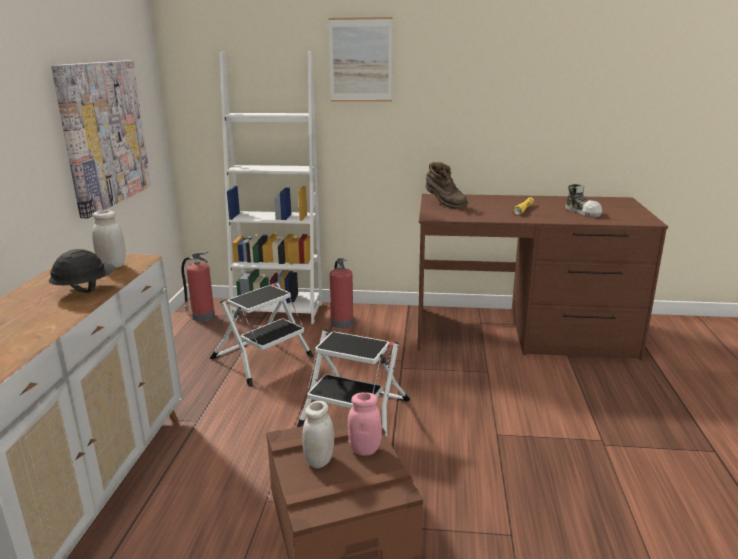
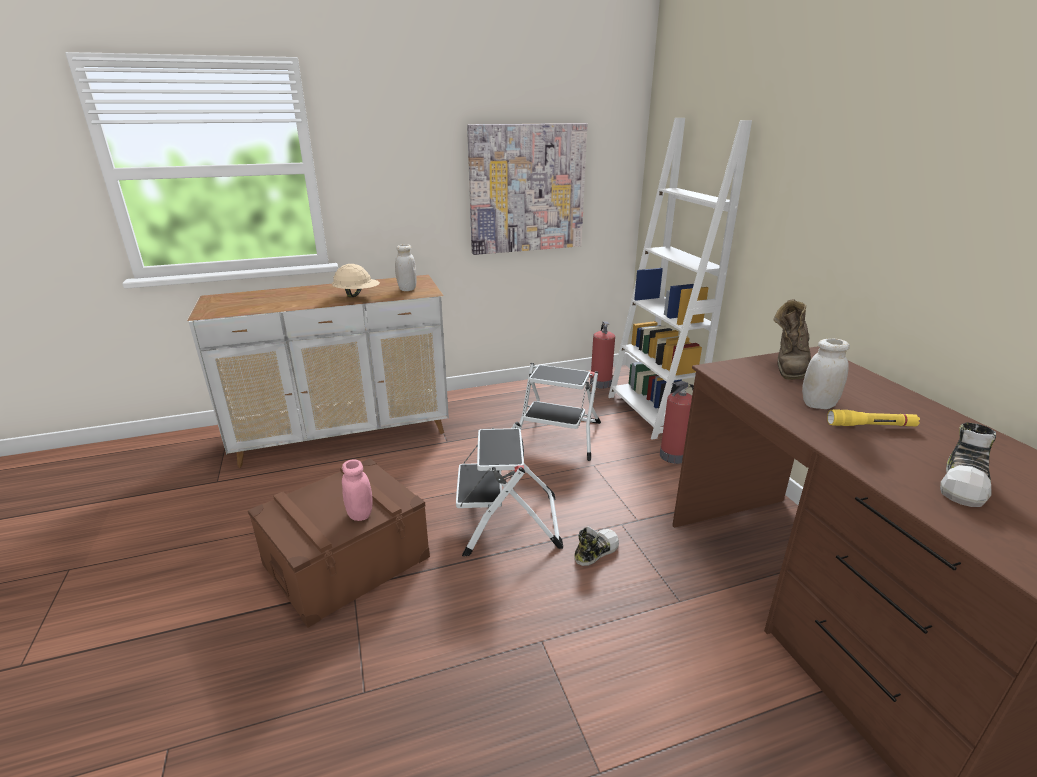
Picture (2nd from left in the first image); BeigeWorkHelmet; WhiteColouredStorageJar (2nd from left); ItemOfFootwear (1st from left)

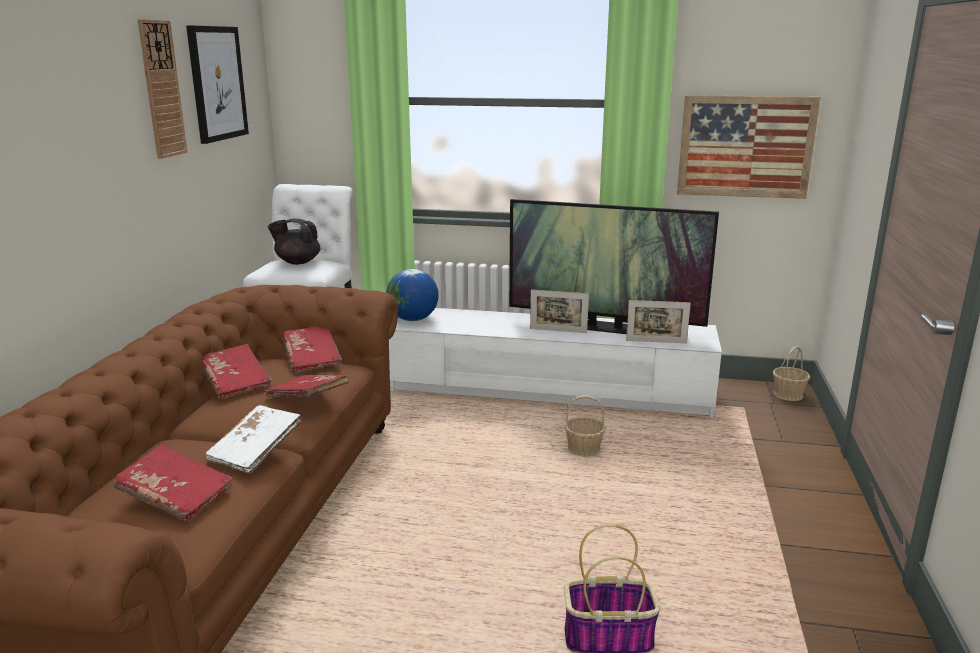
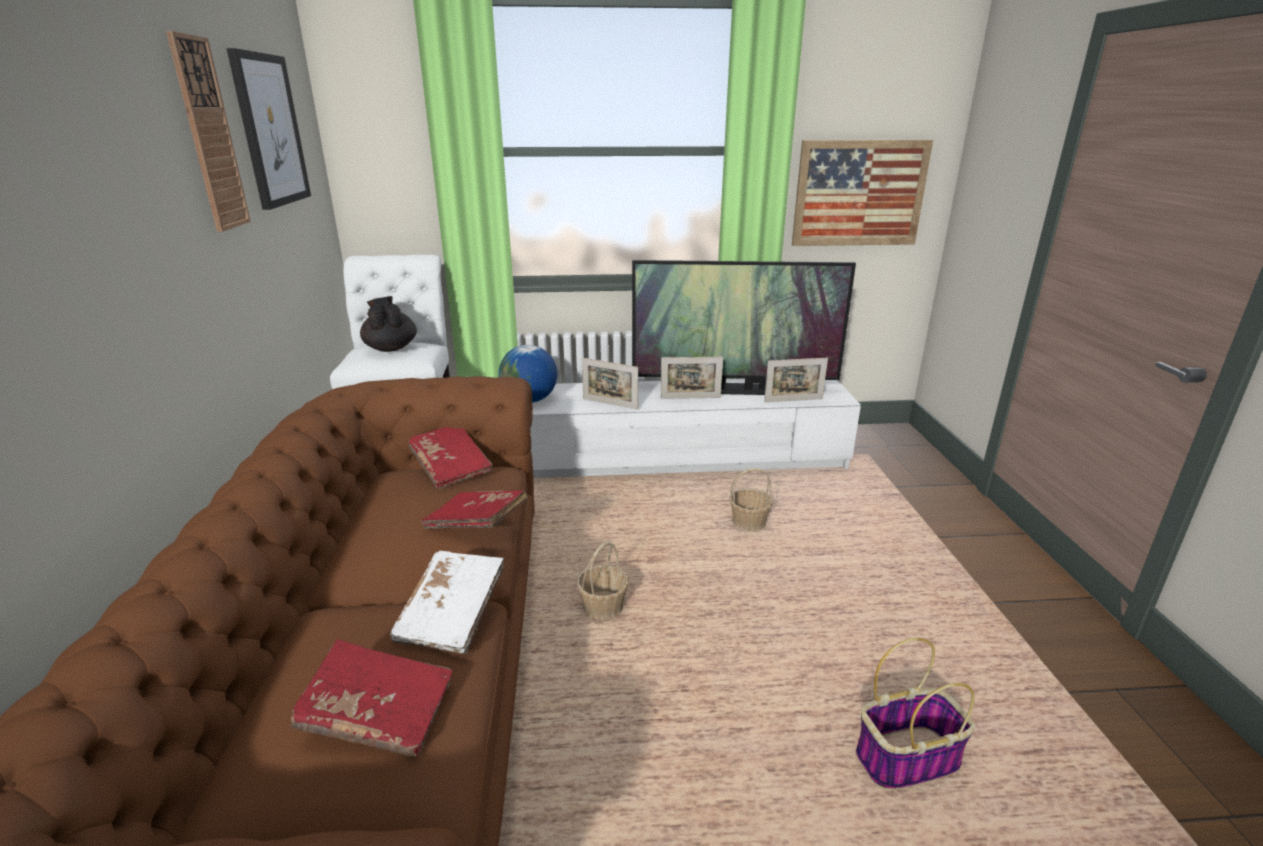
BlackColouredTeaPot; ReddishBoundBook (2nd from left in the first image); StorageBasket (1st from left); StandingFrame (1st from left)

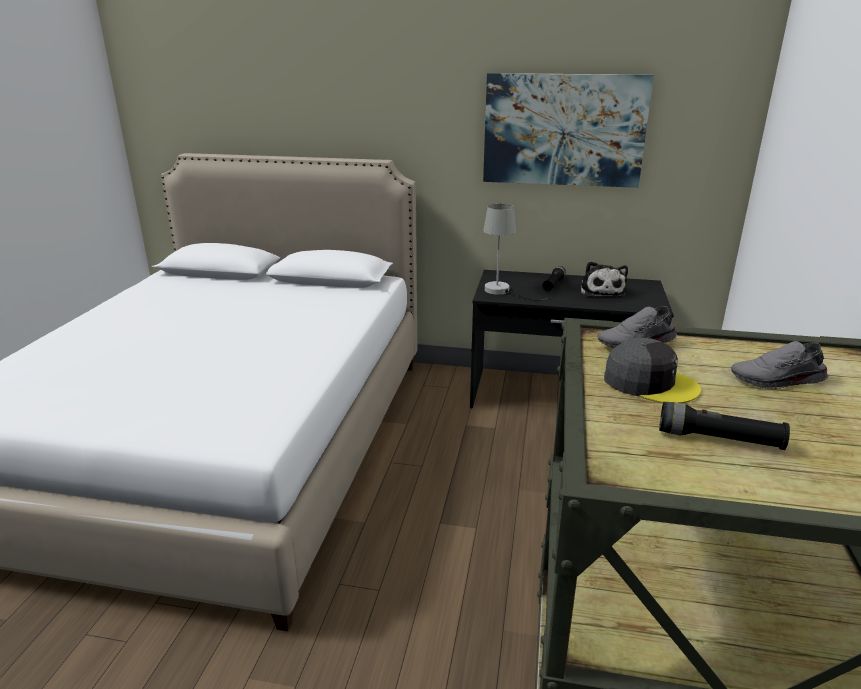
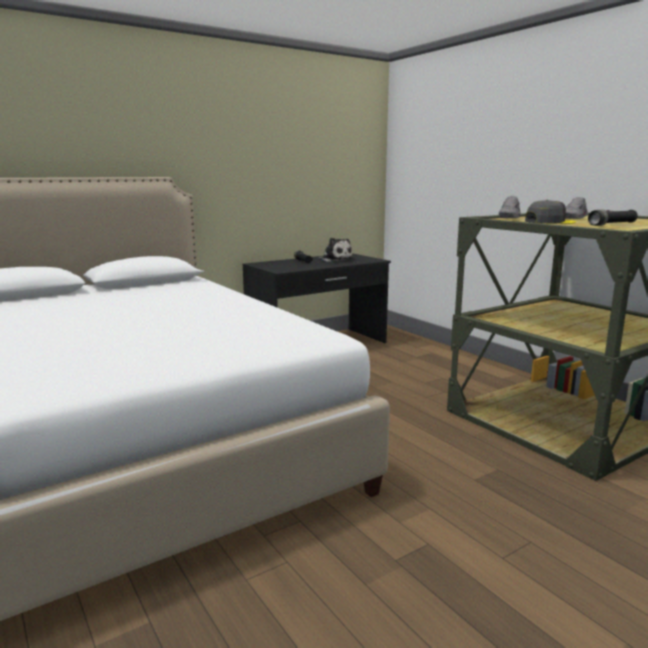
Picture; GreyishTableLamp

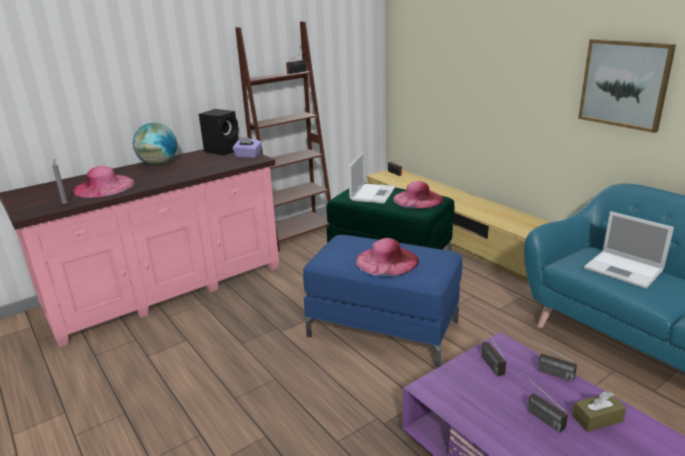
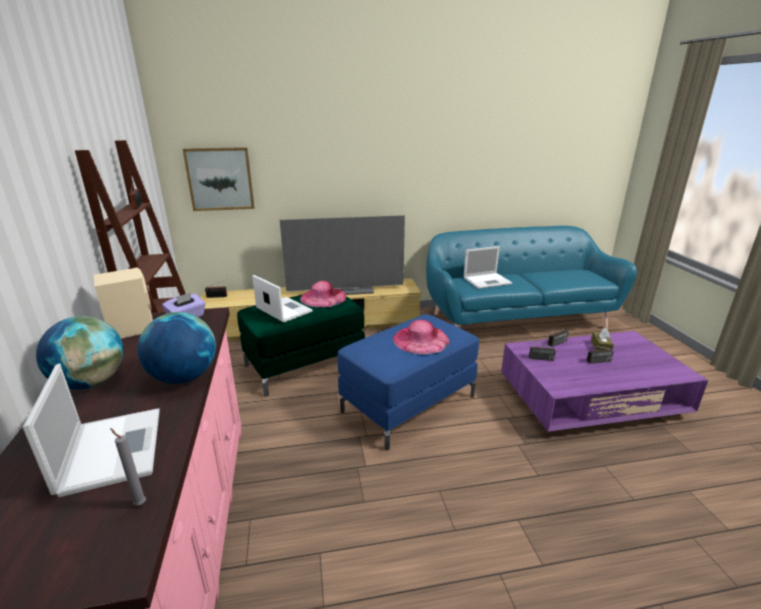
Picture; BeigeLoudspeaker; Laptop (1st from left); TvSet; Globe (2nd from left)

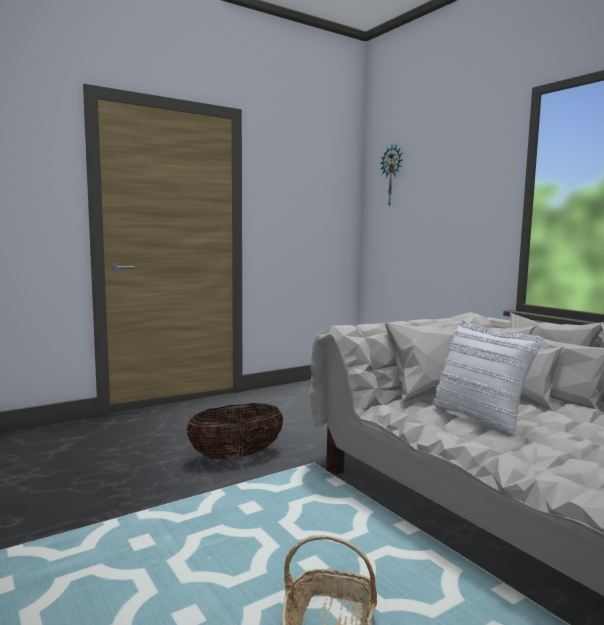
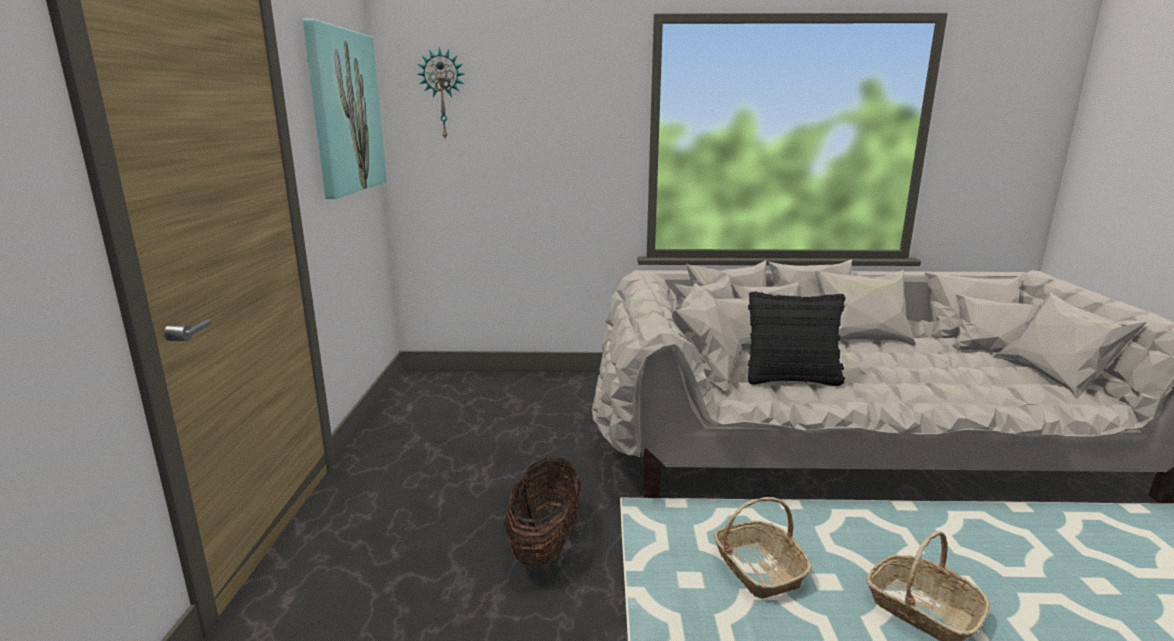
BlackColouredThrowPillow; Picture; StorageBasket (2nd from left)

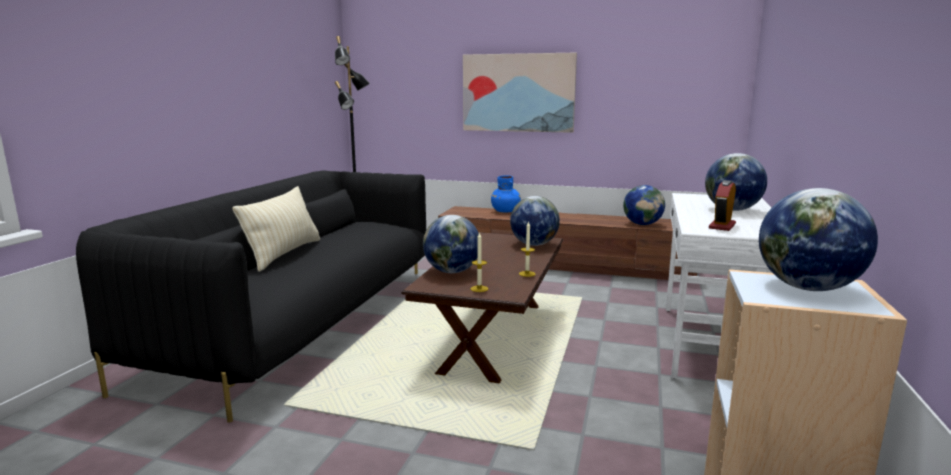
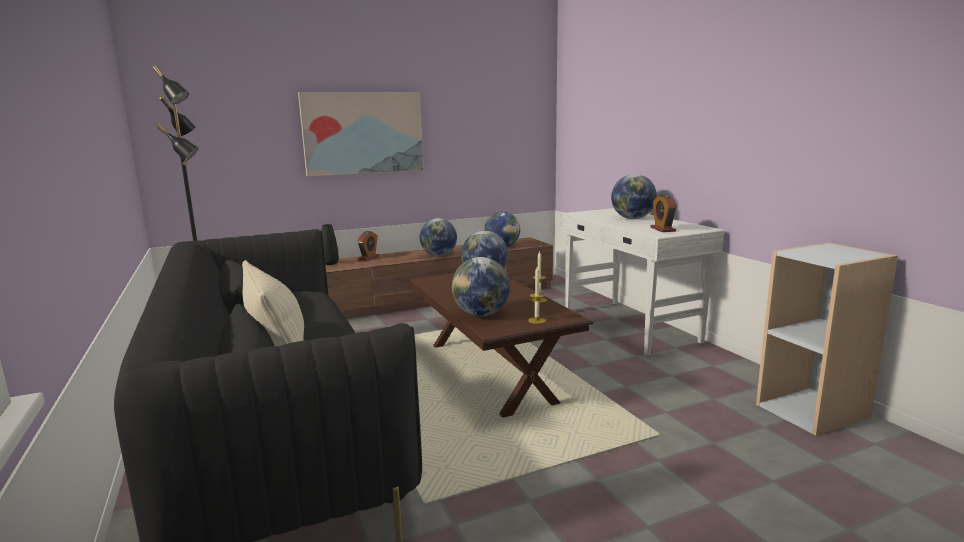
BedsideClock (1st from left); Globe (1st from left); BlackColouredVase

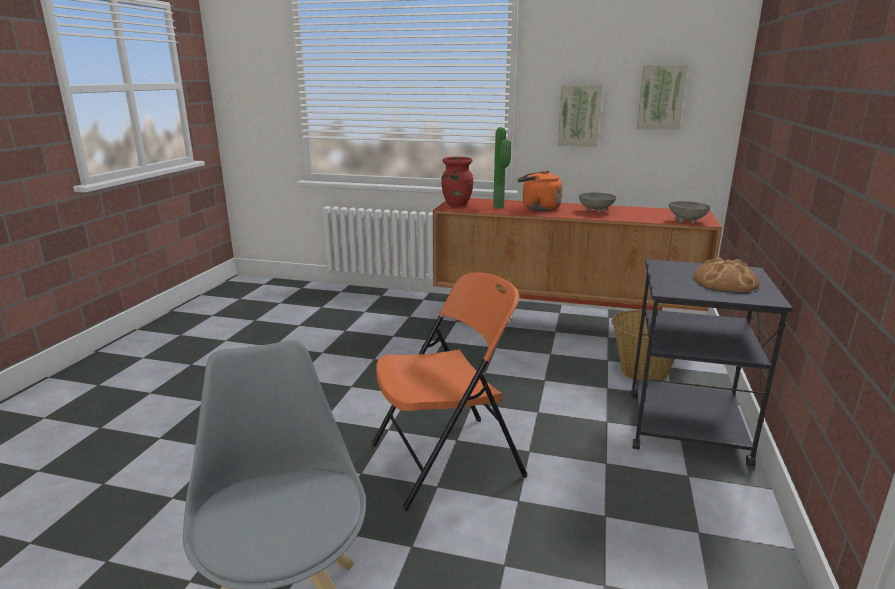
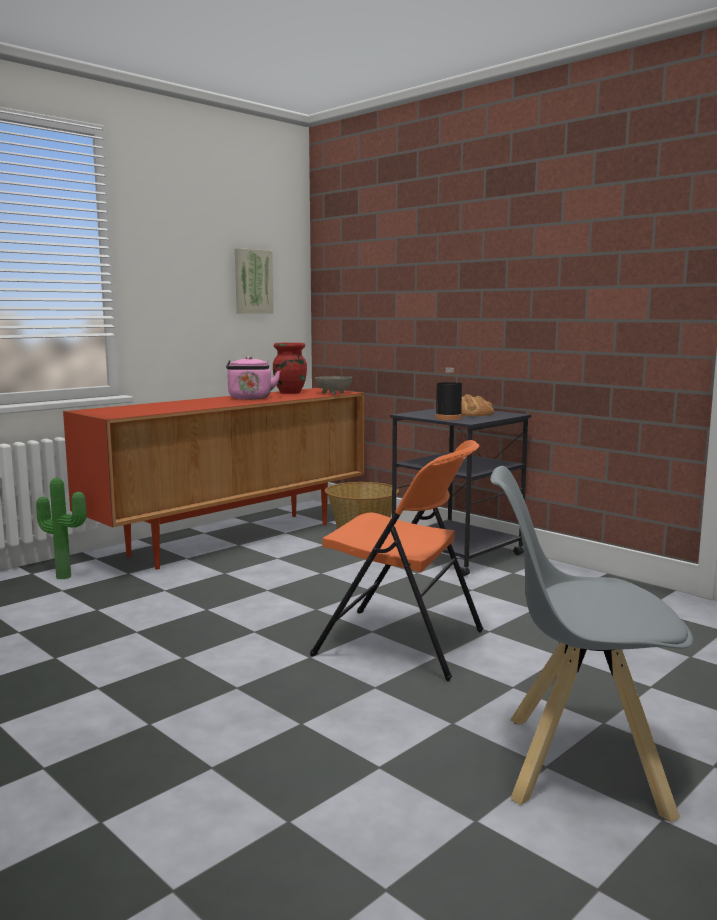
Picture (1st from left in the first image); PlantInAPot; ReddishVase; OrangeyKettle; PinkColouredKettle; OrangeyChair; BlackColouredDrinkBottle

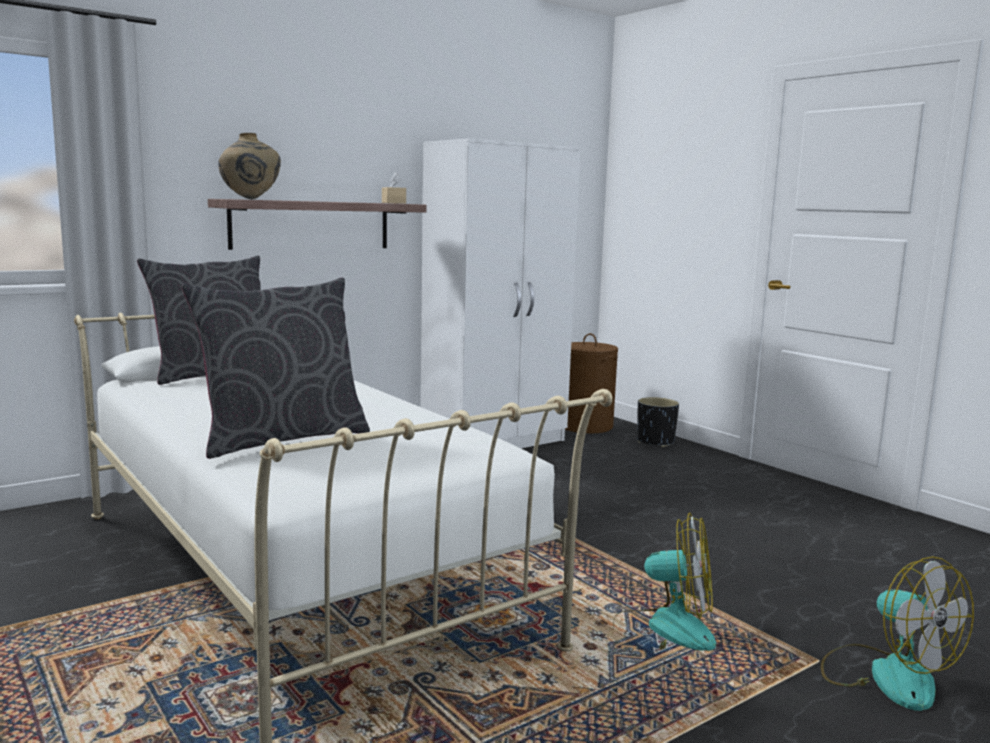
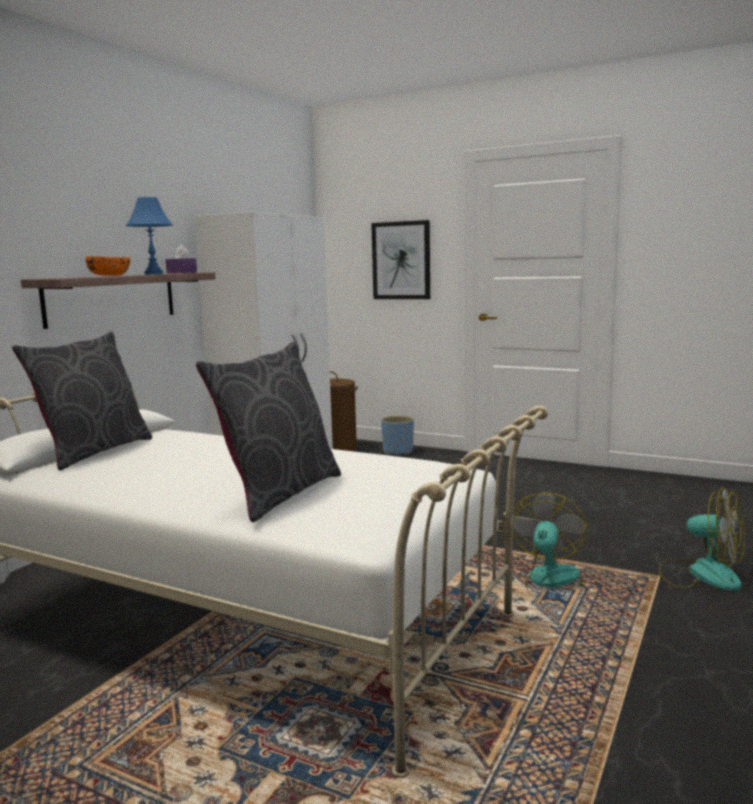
BeigeVase; PurpleColouredBoxOfTissues; BluishPlanter; ElectricFan (1st from left); BluishTableLamp; Picture; OrangeyServingBowl

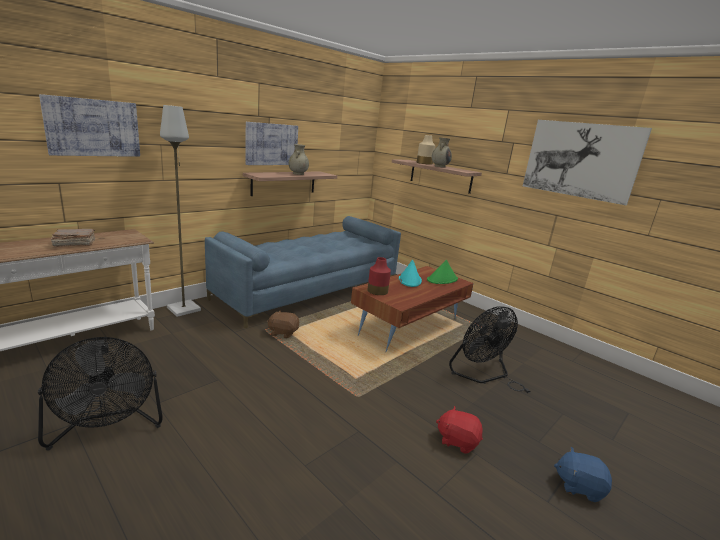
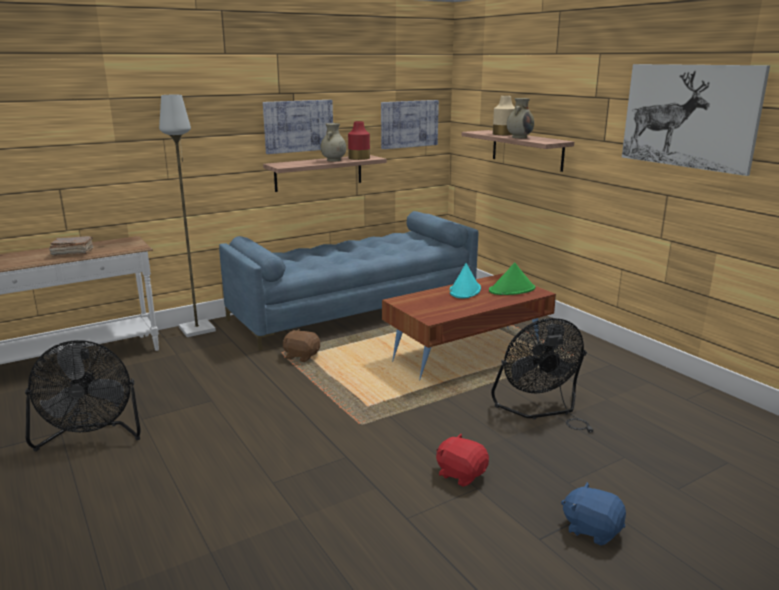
Picture (2nd from left); ReddishVase

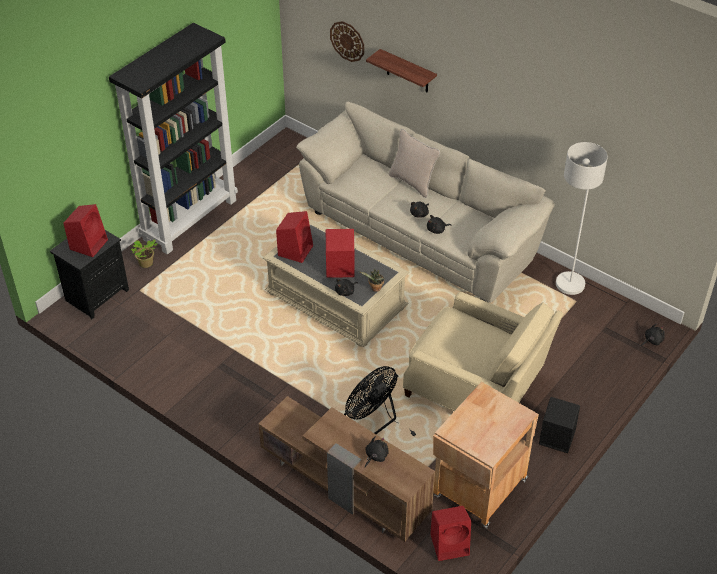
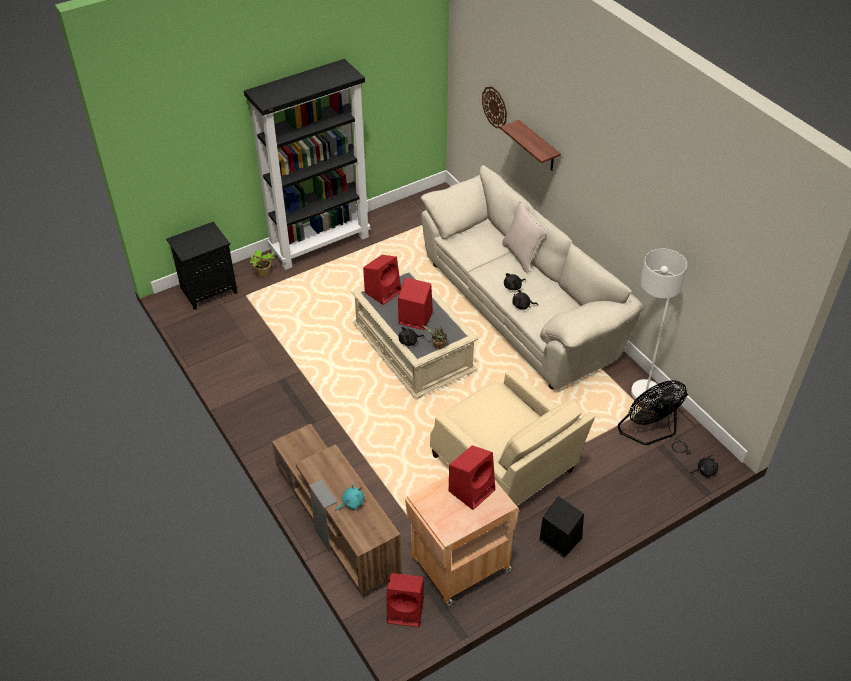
ReddishLoudspeaker (4th from left); BlackColouredElectricFan; BlueGreenPlushToy

